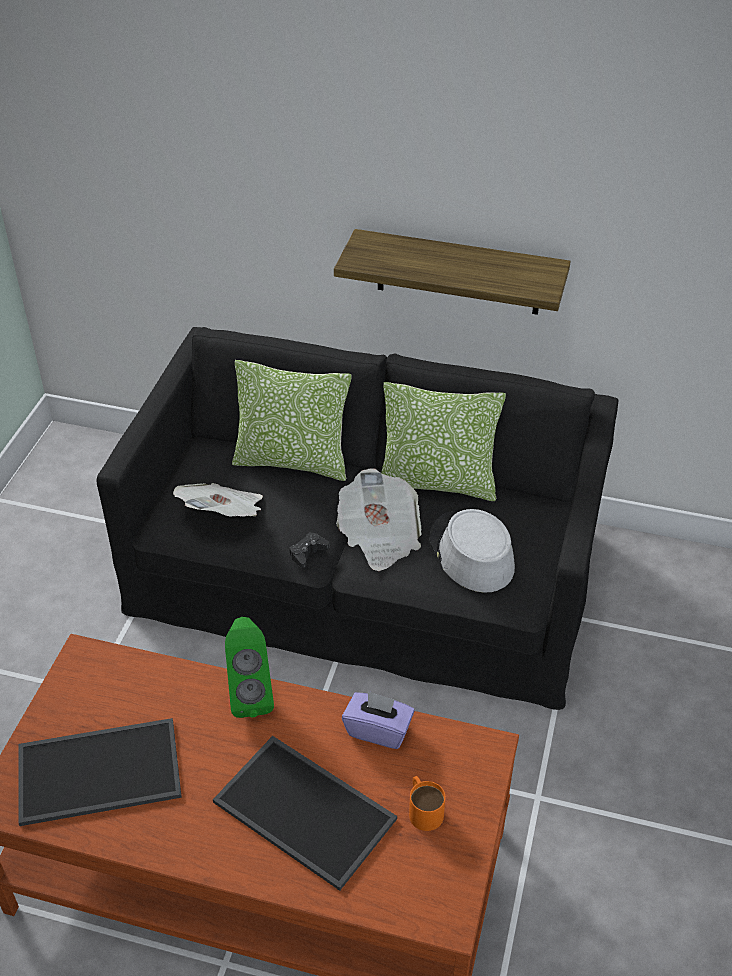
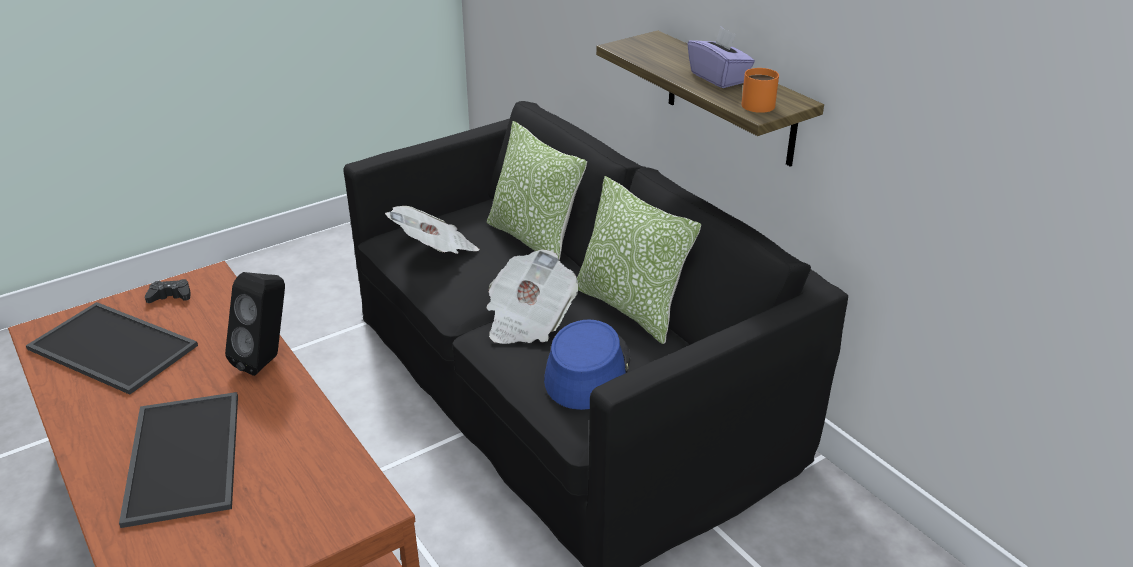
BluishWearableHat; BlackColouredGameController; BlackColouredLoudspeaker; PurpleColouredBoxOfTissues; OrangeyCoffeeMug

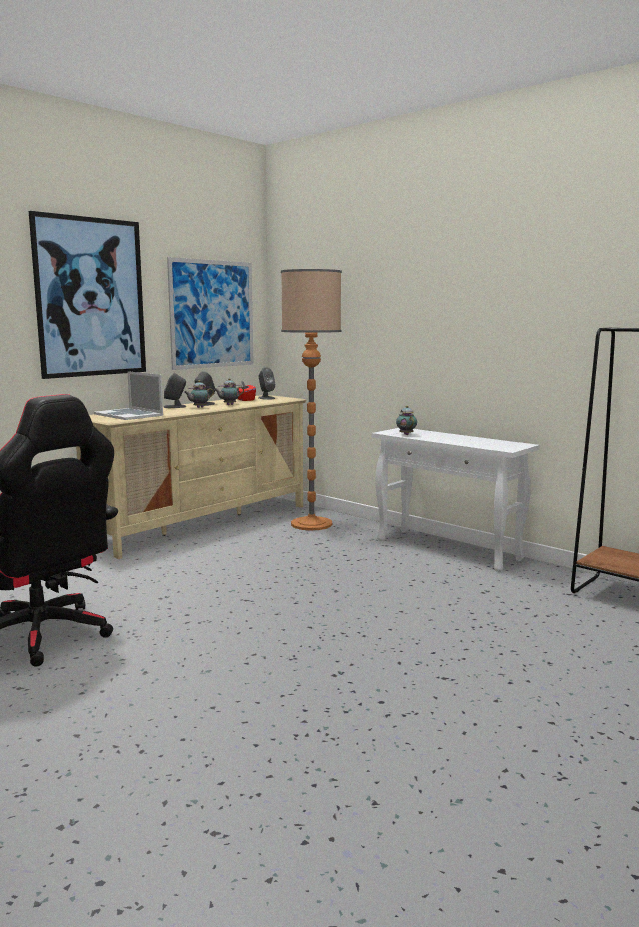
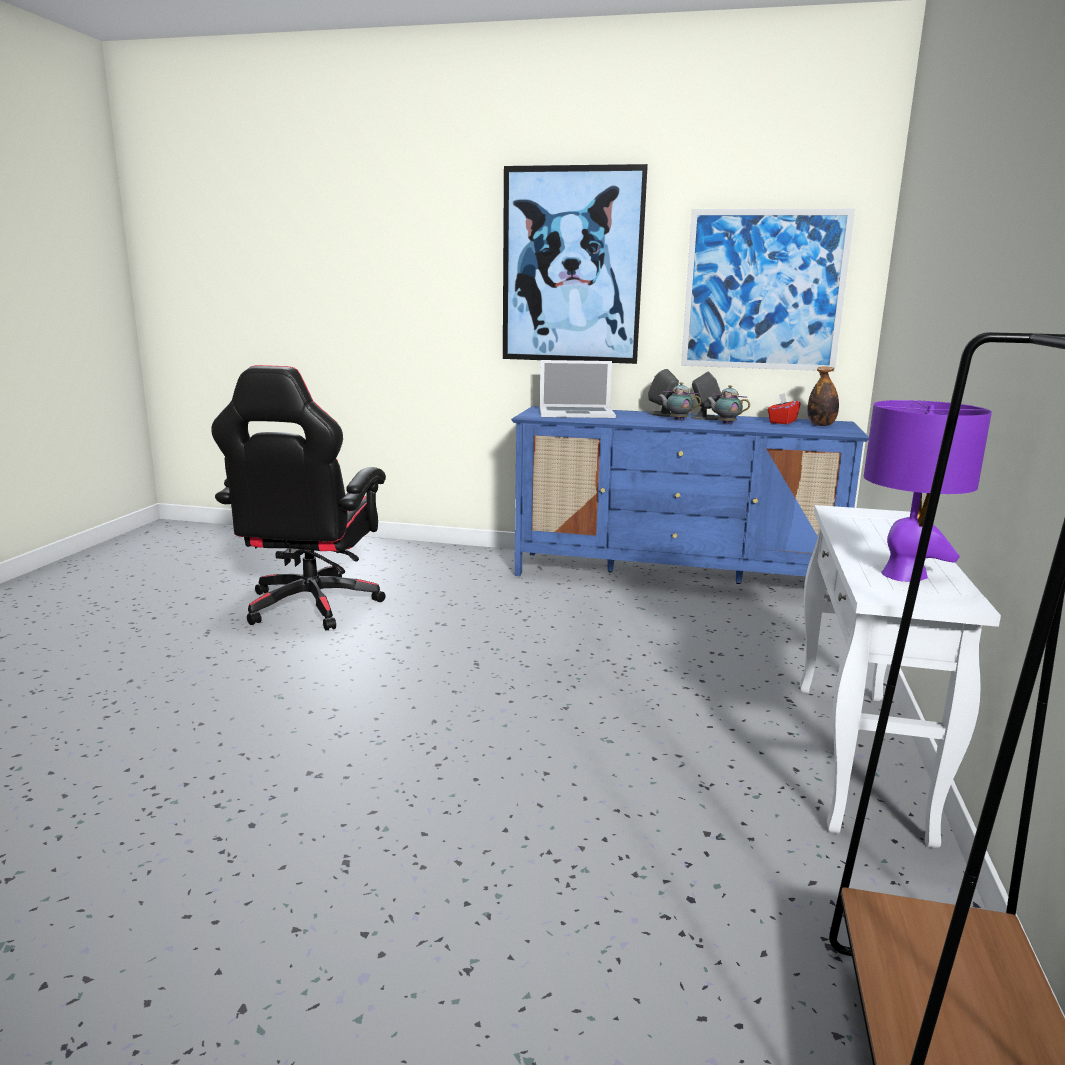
FloorLamp; DrinkBottle; Laptop; BluishDrawerChest; TeaPot (3rd from left in the first image); PurpleColouredTableLamp

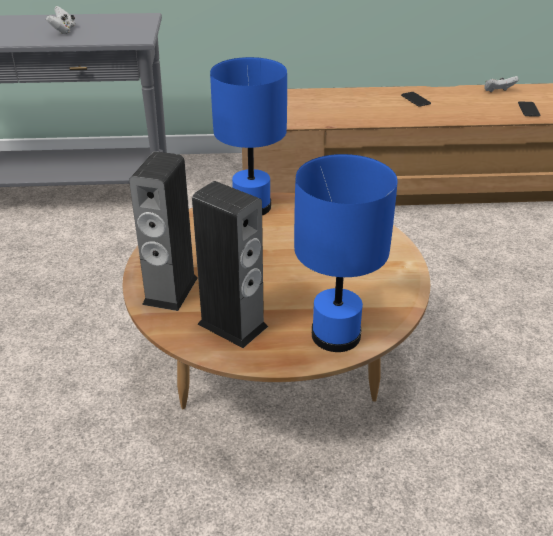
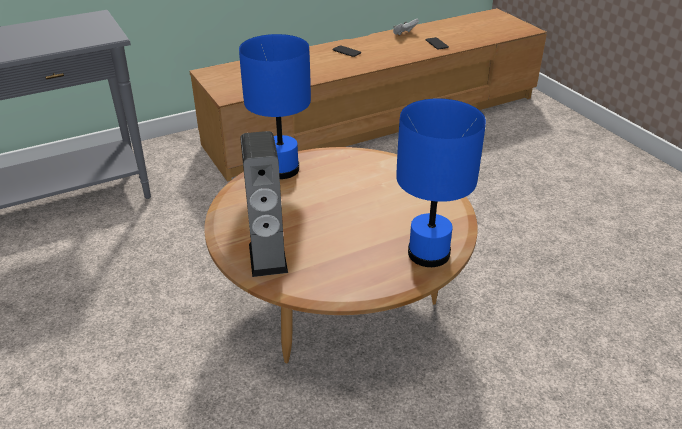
WhiteColouredGameController (1st from left in the first image); Loudspeaker (2nd from left in the first image)

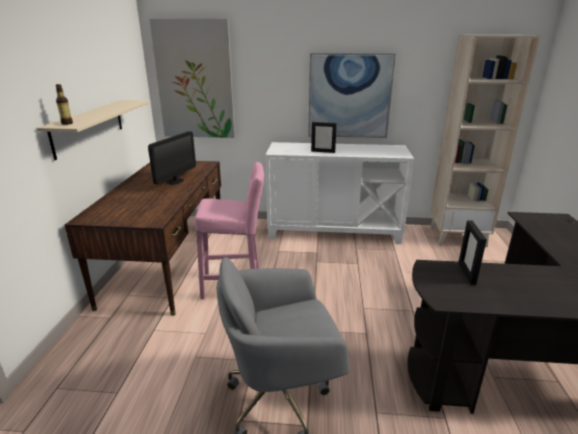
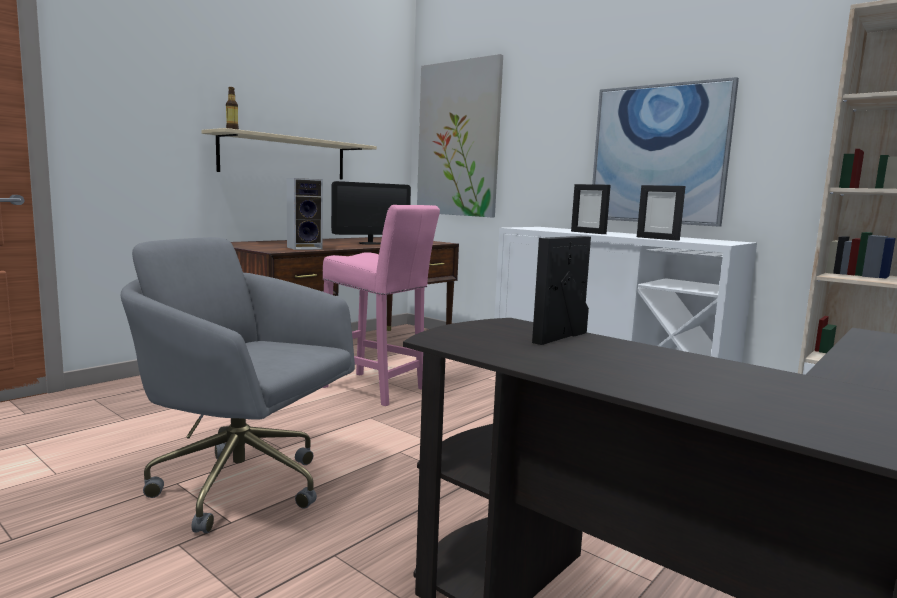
Loudspeaker; StandingFrame (3rd from left)

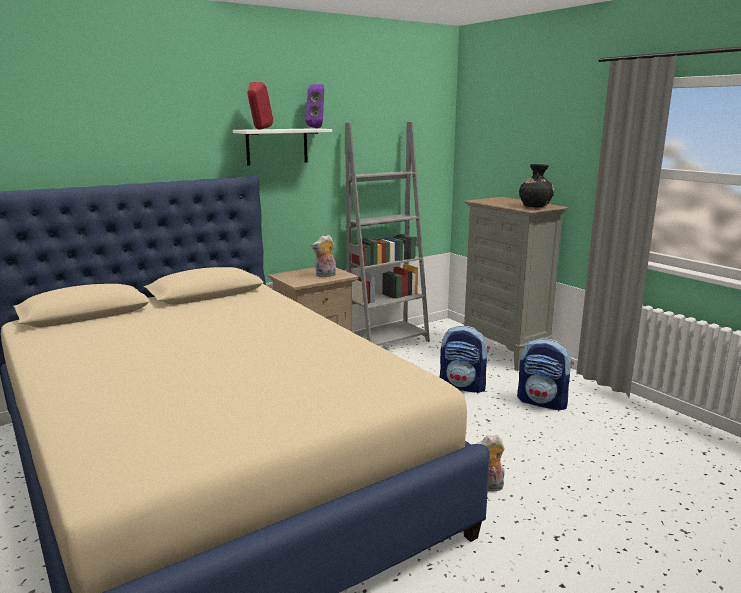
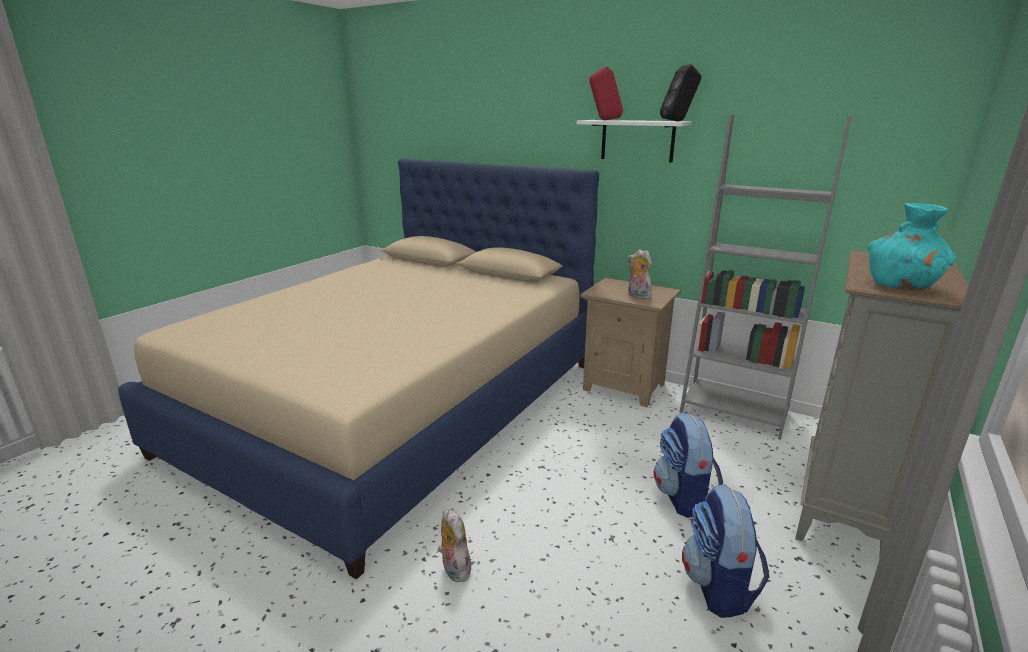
BlackColouredLoudspeaker; BlueGreenVase

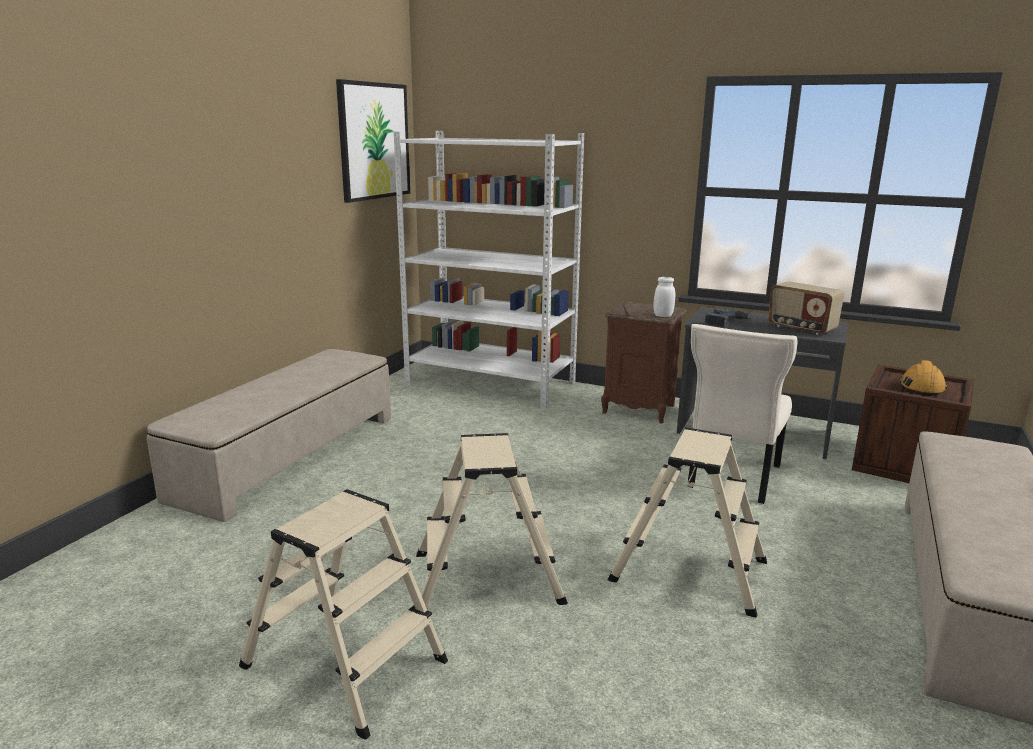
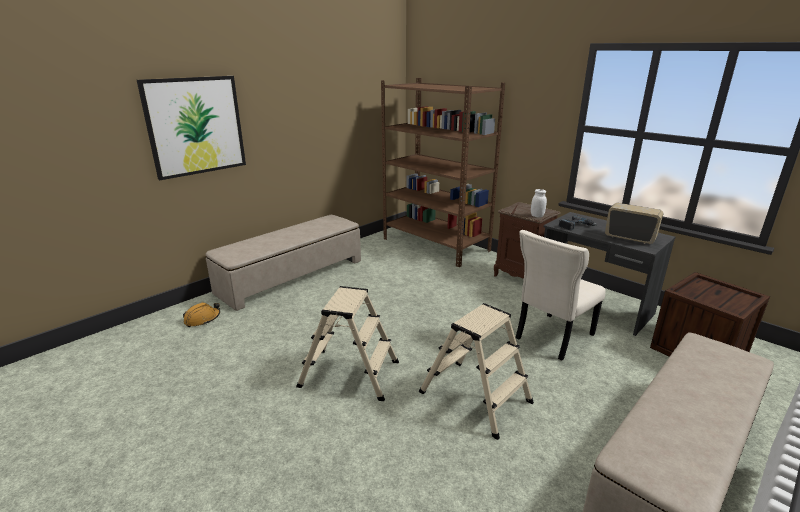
Picture; BrownBookcase; RadioSet; OrangeyWorkHelmet; BeigeStepStool (1st from left in the first image)

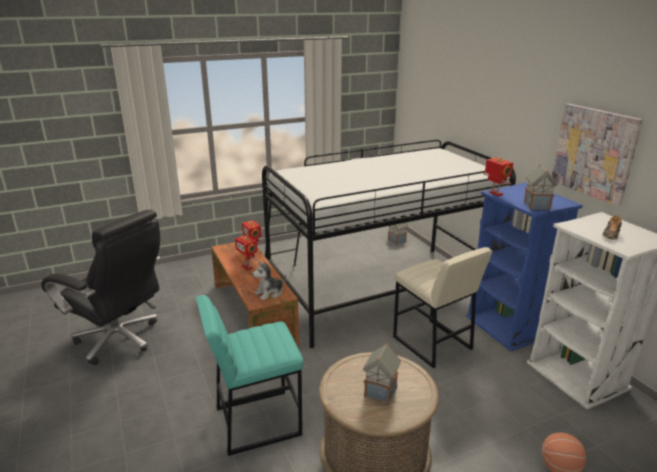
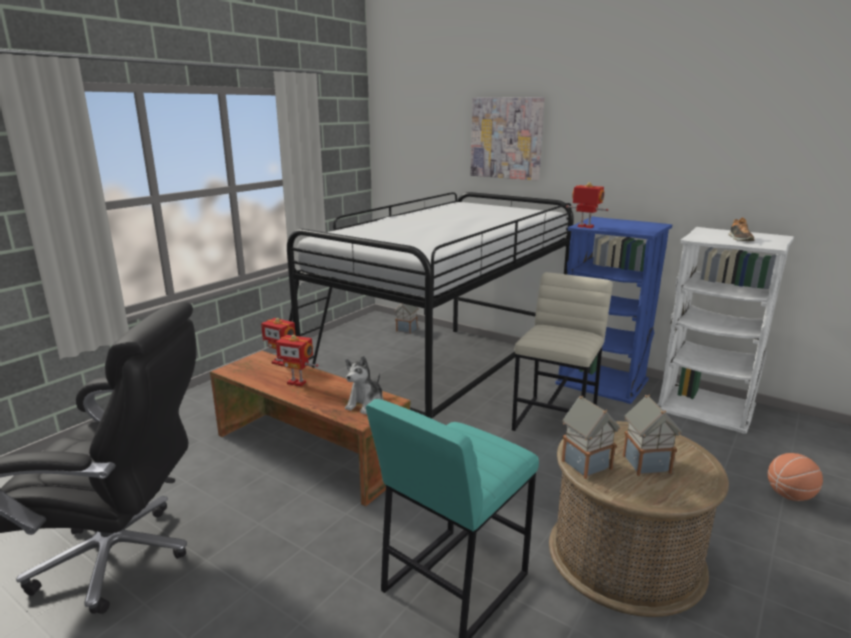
Picture; MiniatureHouse (2nd from left); BeigeChair

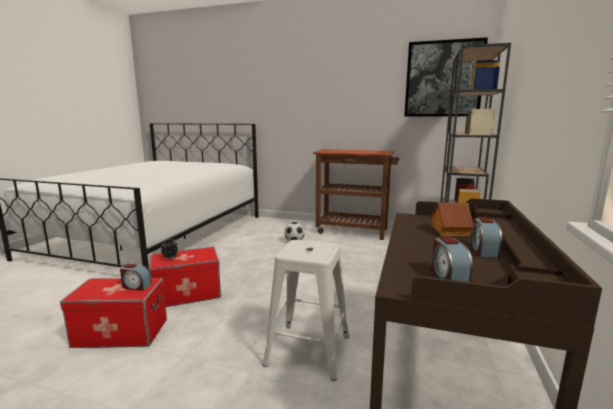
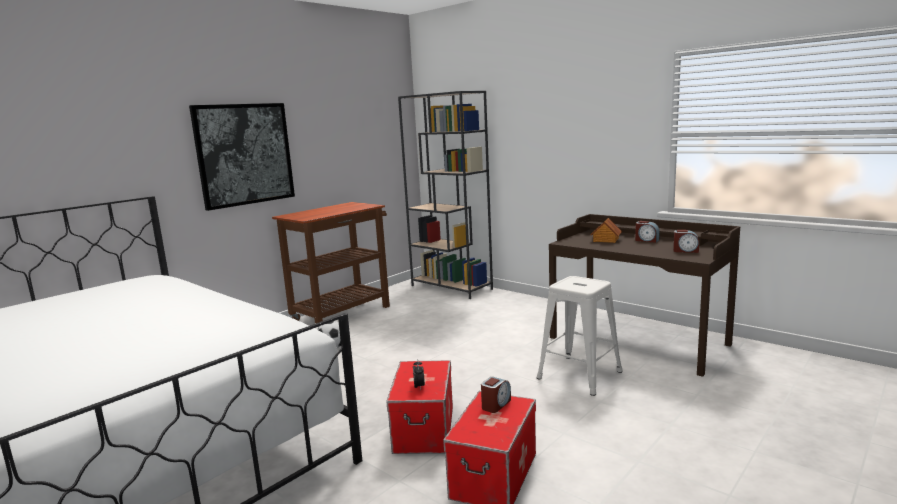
Picture

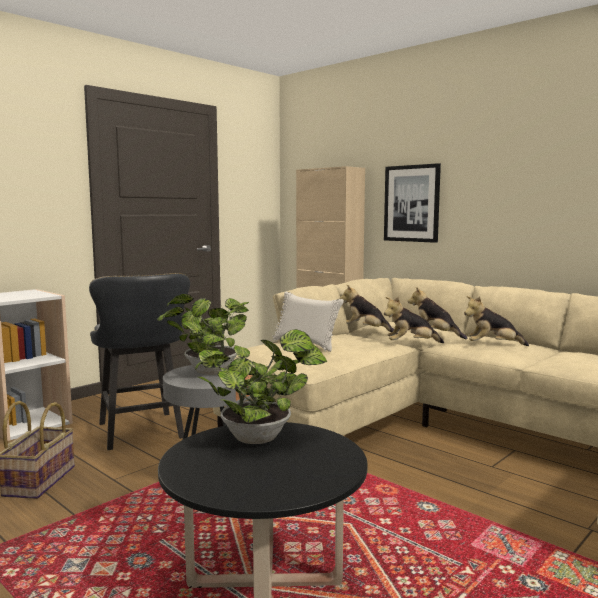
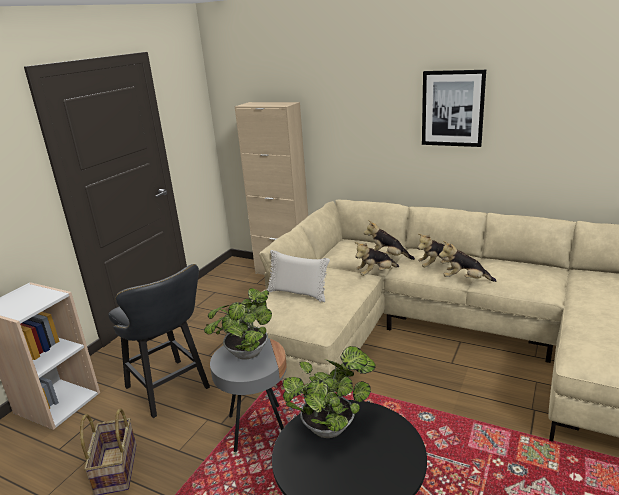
Picture; PlushToy (4th from left)

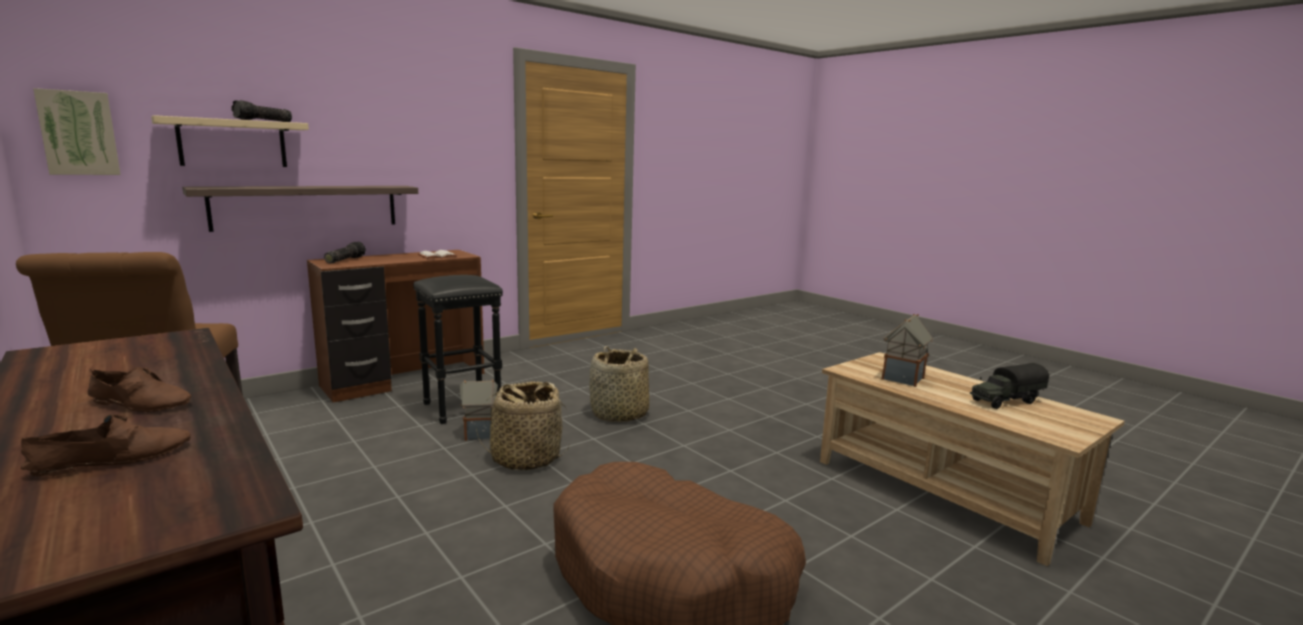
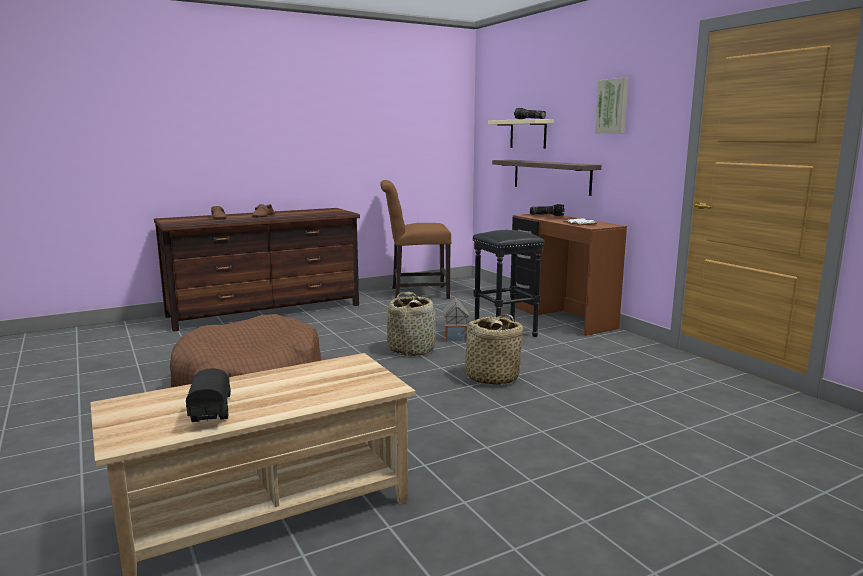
Picture; MiniatureHouse (2nd from left in the first image)

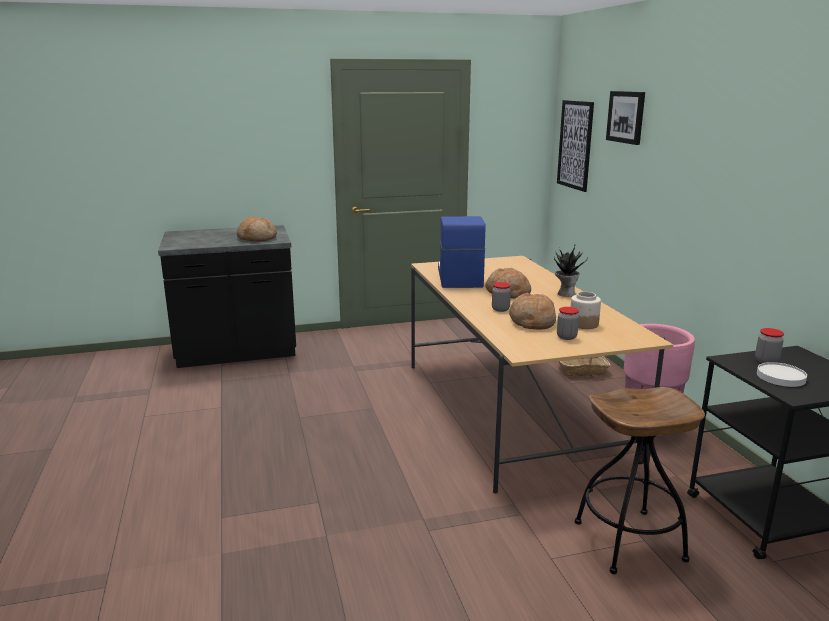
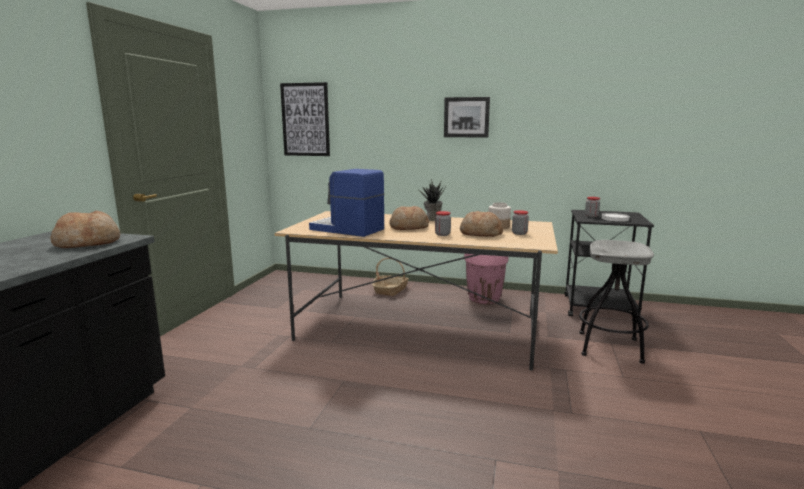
Picture (2nd from left); GreyishStoolSeat

